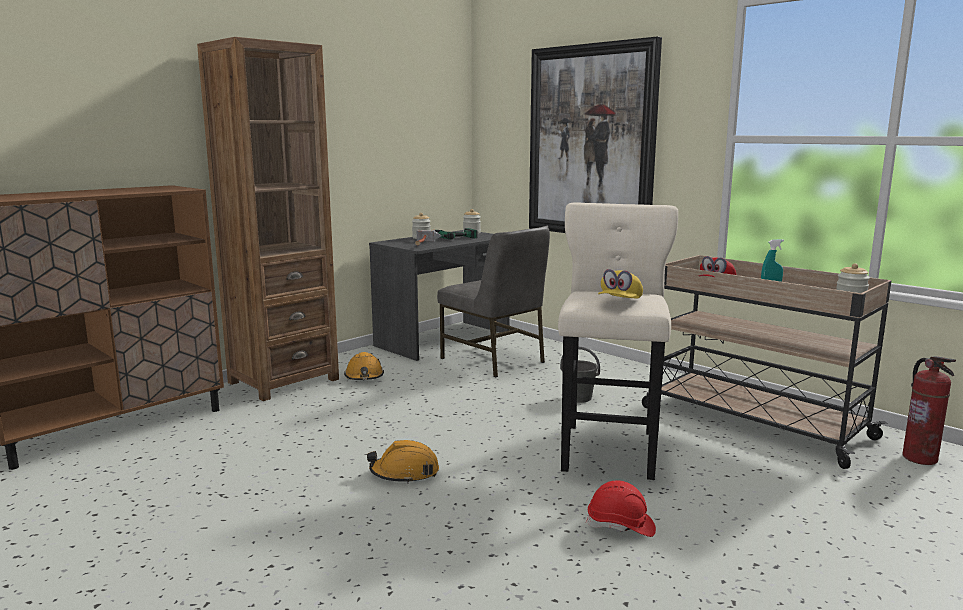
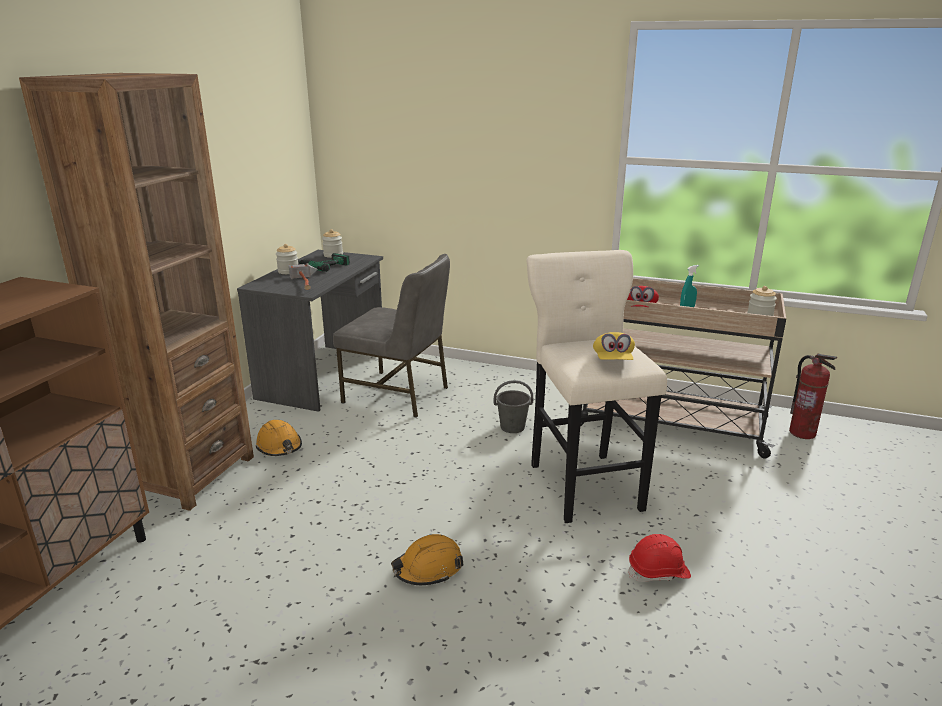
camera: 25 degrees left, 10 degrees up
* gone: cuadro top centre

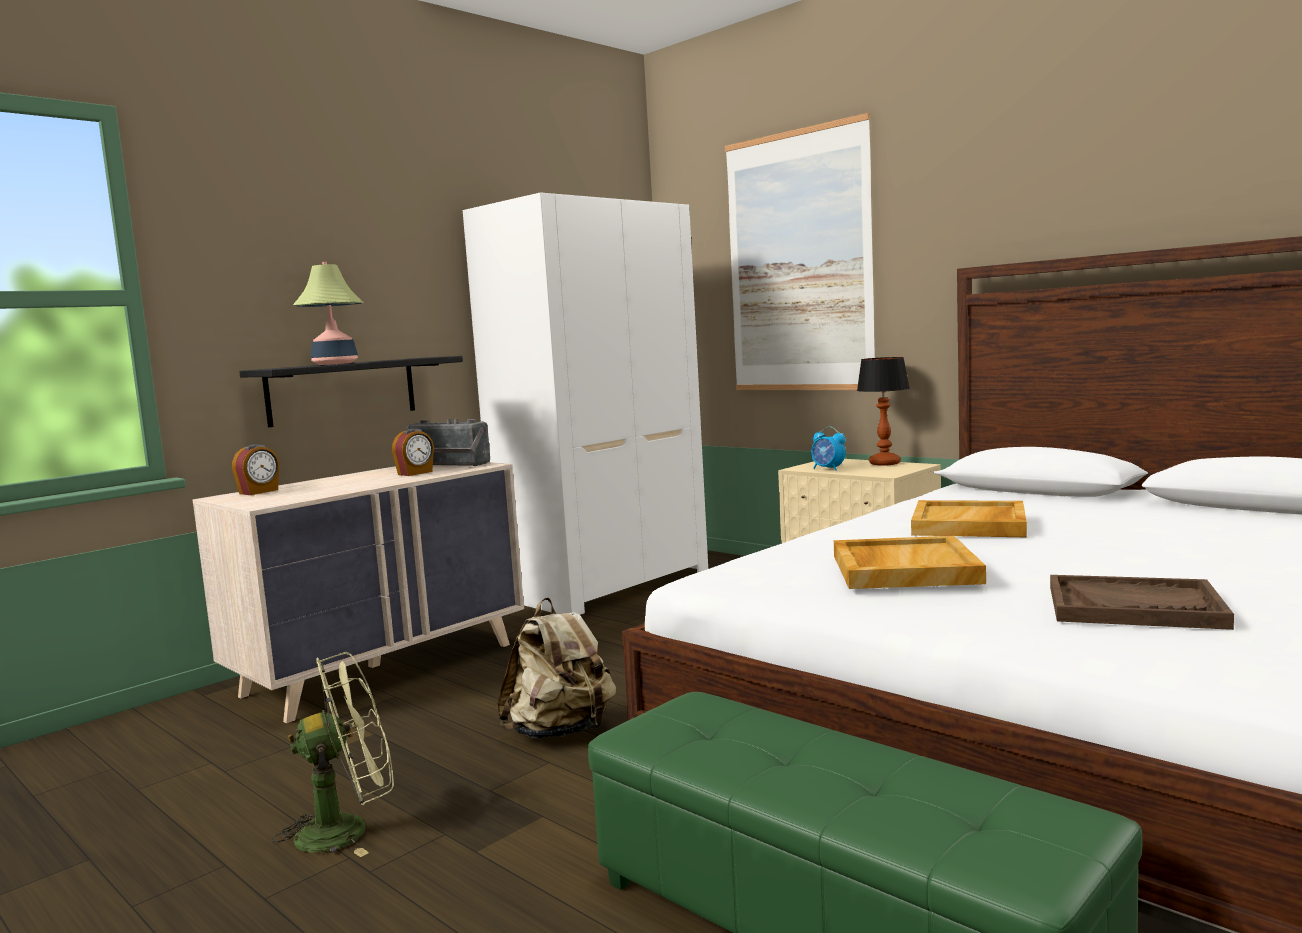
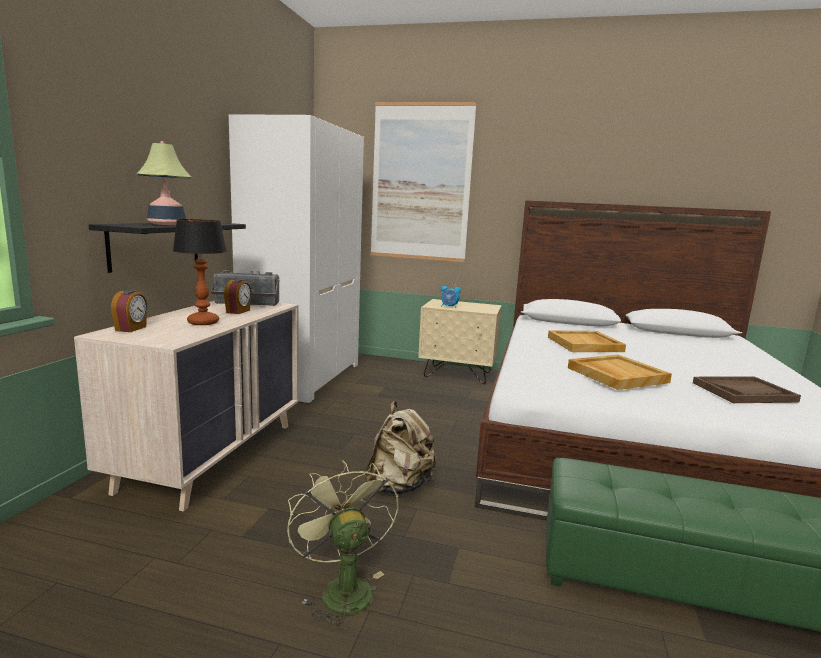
camera: 30 degrees left, 5 degrees up
* shifted: lámpara de mesa (no. 2 from left) middle right to middle left
* rotated: ventilador/verde bottom left = bottom centre 60 degrees counterclockwise

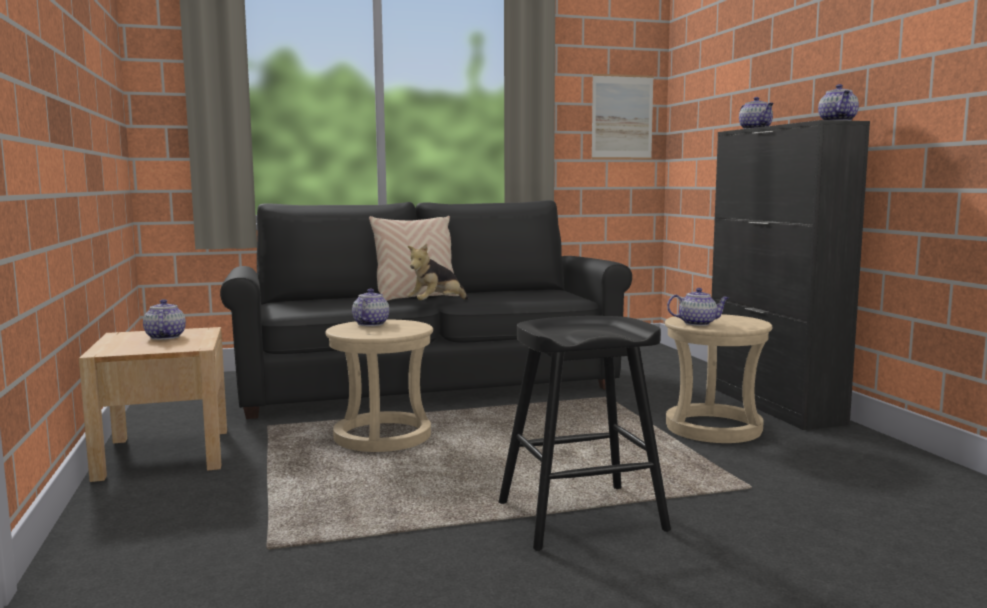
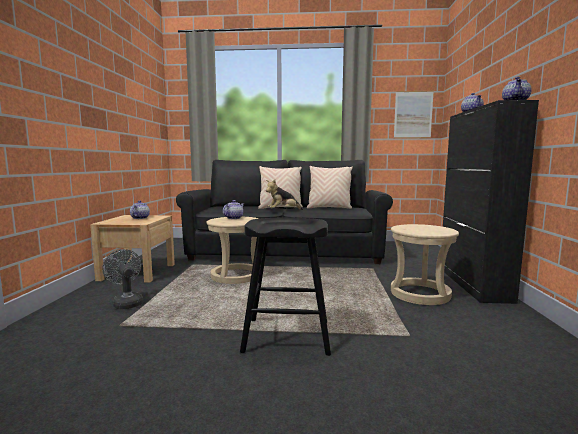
camera: 20 degrees right, 0 degrees up
* gone: tetera (no. 3 from left) middle right
* new: ventilador/gris middle left
* new: cojín/beis (no. 2 from left) centre

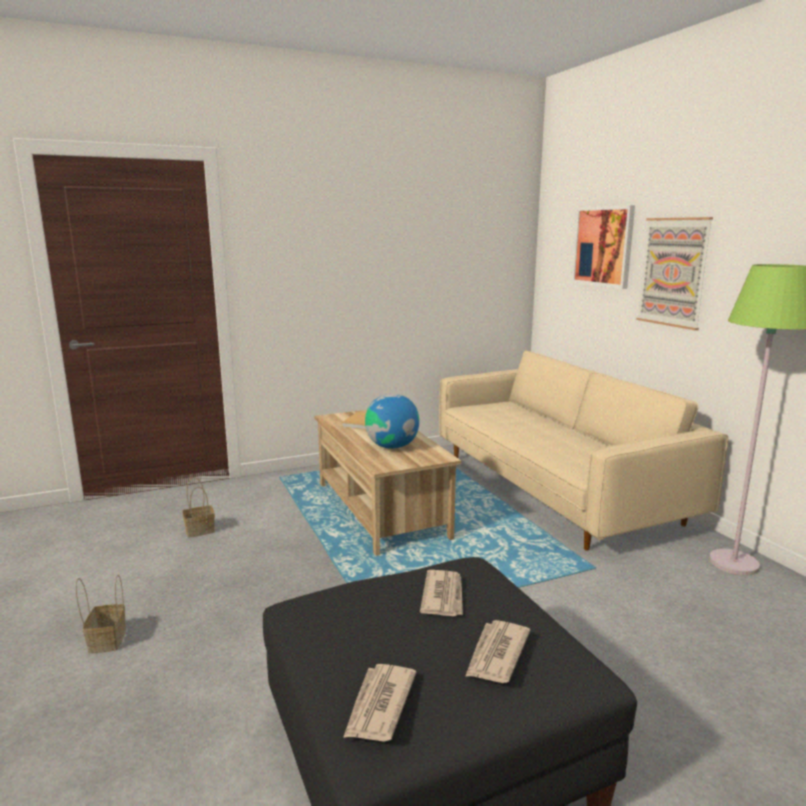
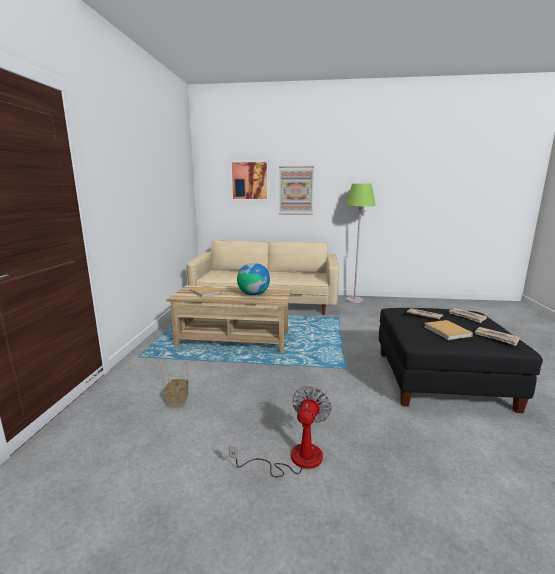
camera: 60 degrees left, 0 degrees up
* new: libro/beis (no. 2 from left) middle right
* swapped: cesta (no. 1 from left) bottom left to ventilador bottom centre

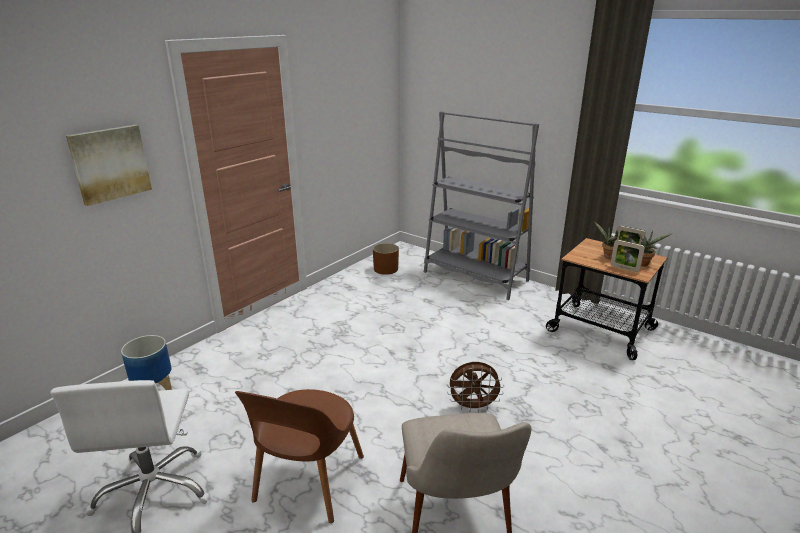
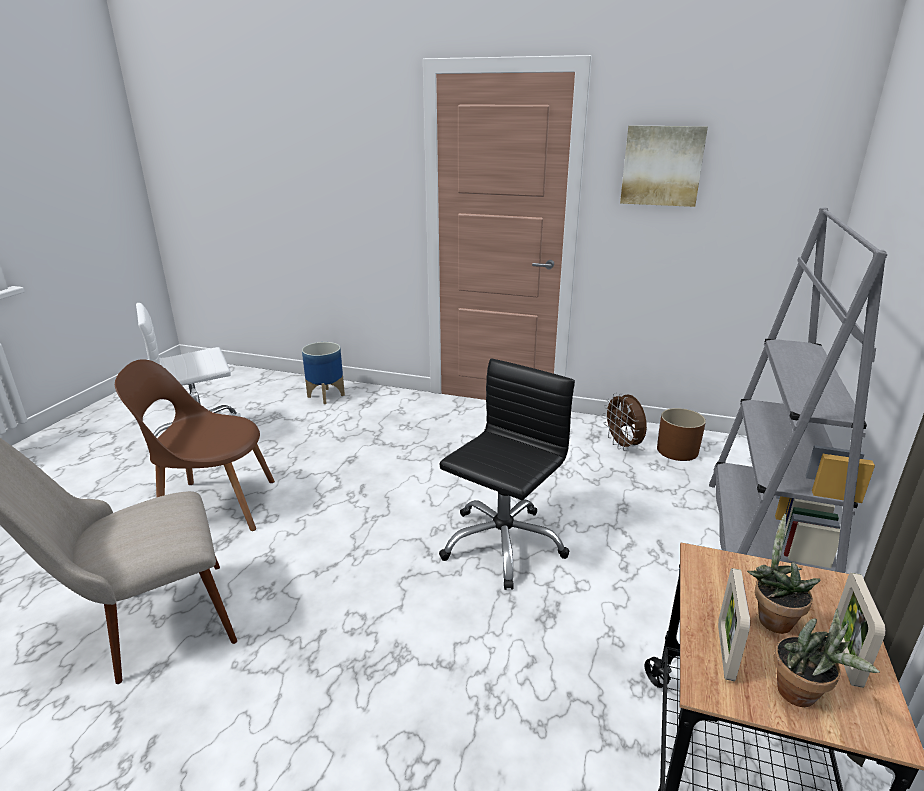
camera: 70 degrees right, 0 degrees up
* new: silla de oficina/negro centre
* shifted: cuadro top left to top right
* shifted: ventilador/marrón bottom centre to middle right

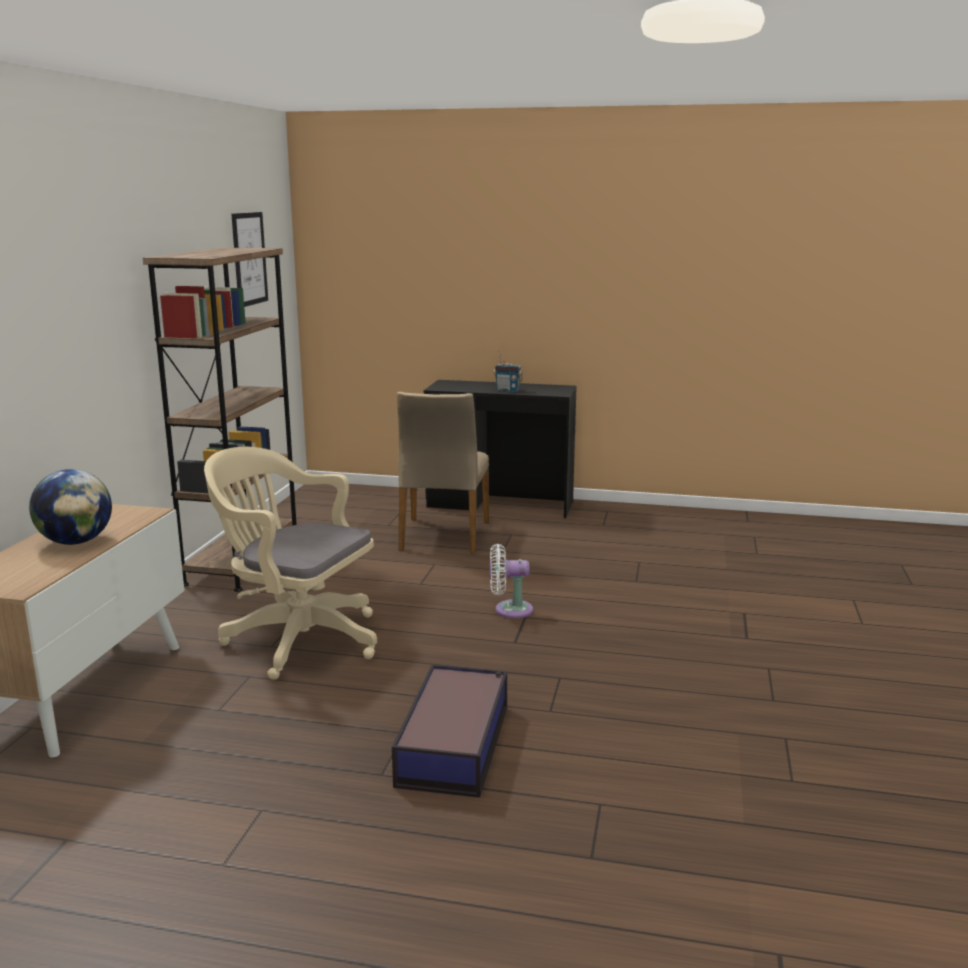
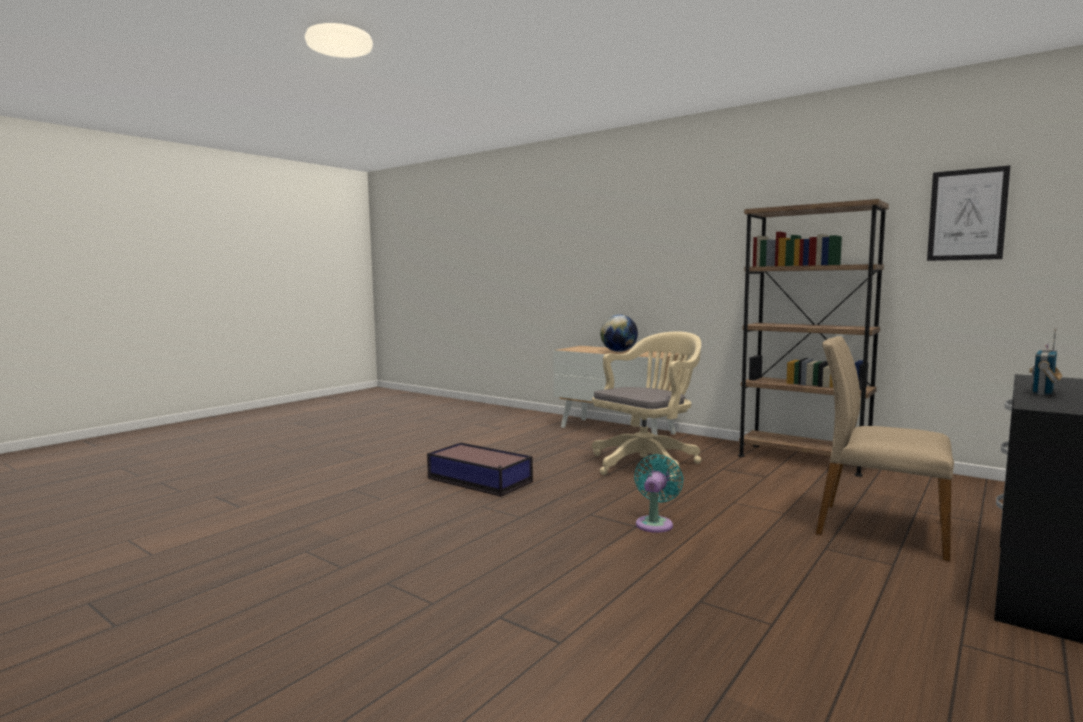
camera: 115 degrees right, 10 degrees down
* repainted: ventilador/blanco centre to ventilador/turquesa bottom centre

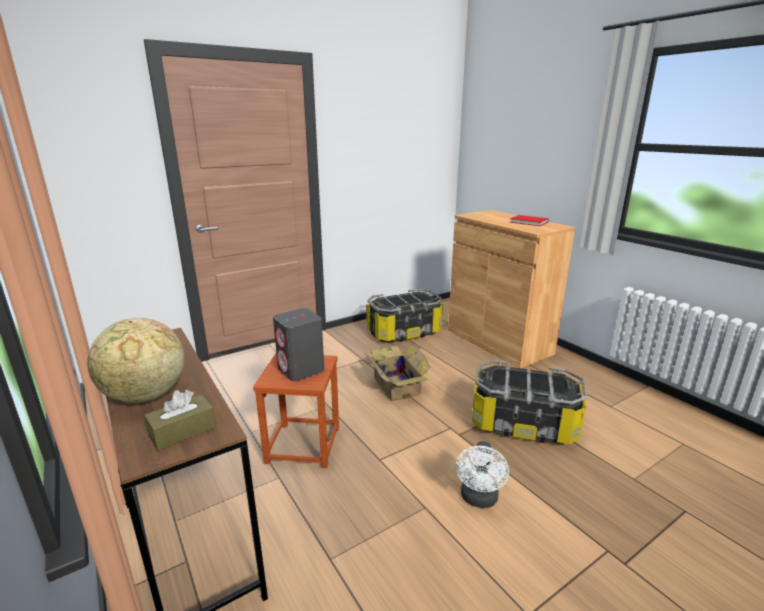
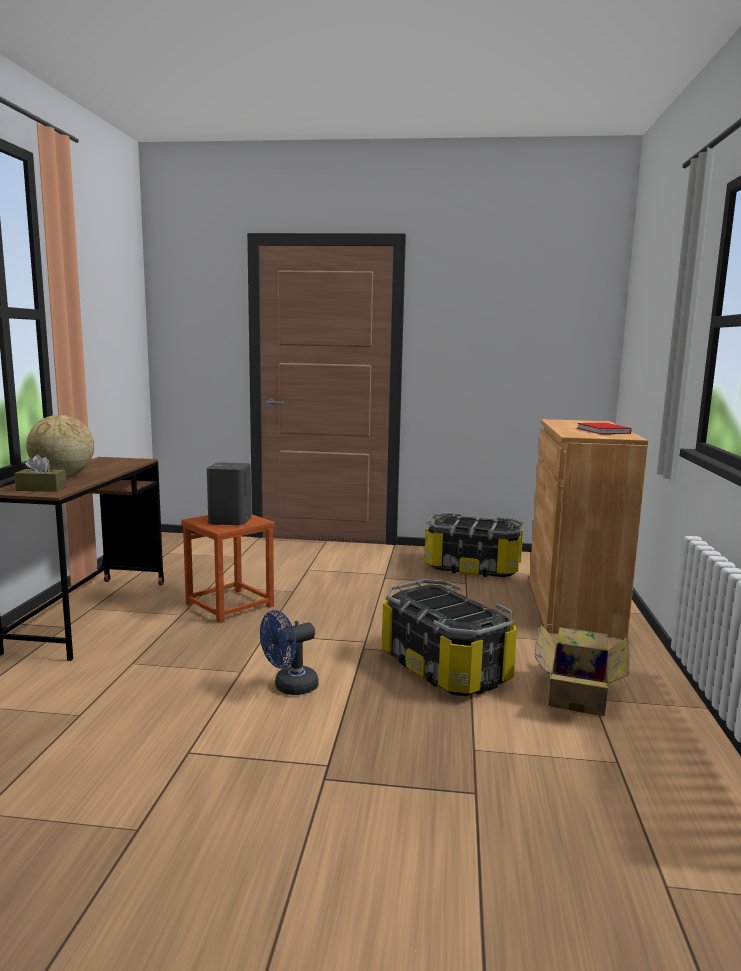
camera: 40 degrees right, 10 degrees down
* shifted: caja de cartón centre to bottom right
* repainted: ventilador/blanco bottom centre to ventilador/azul bottom centre

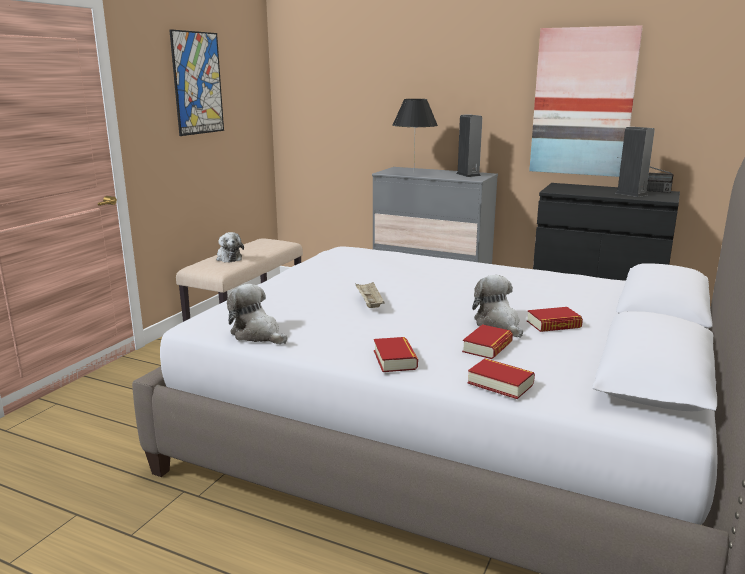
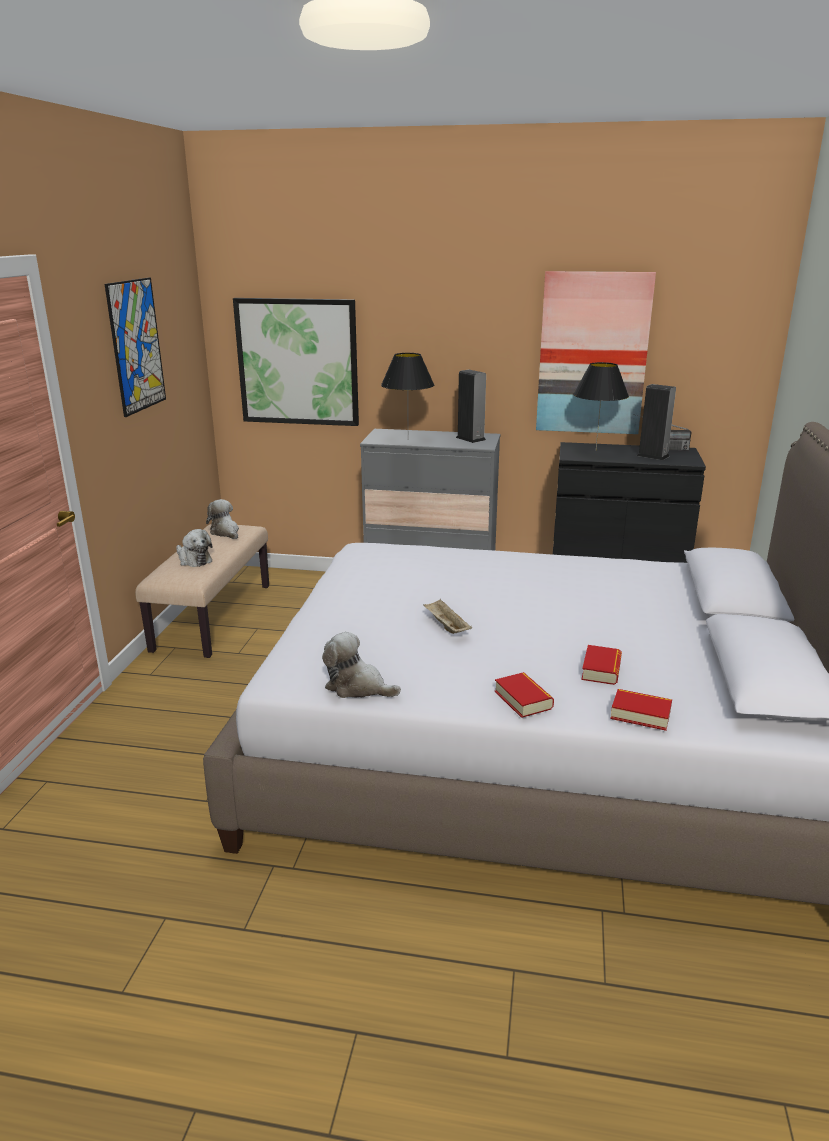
camera: 15 degrees left, 5 degrees up
* gone: libro (no. 4 from left) middle right
* new: cuadro (no. 2 from left) top centre
* new: lámpara de mesa/negro (no. 2 from left) middle right
* shifted: peluche (no. 3 from left in the first image) middle right to peluche (no. 2 from left) middle left

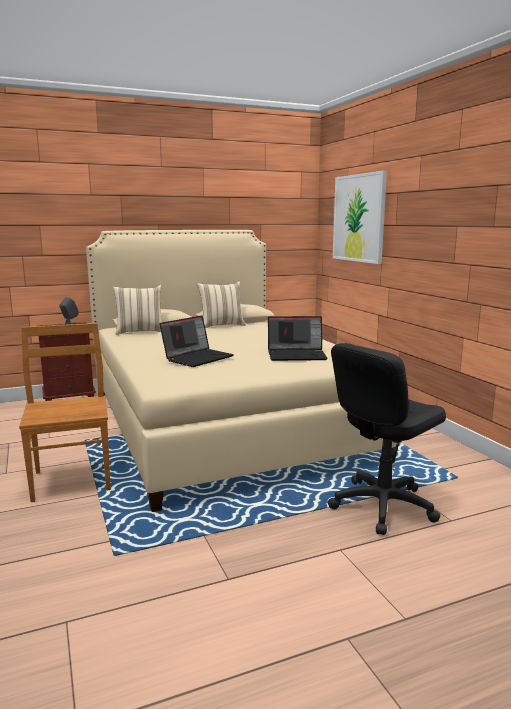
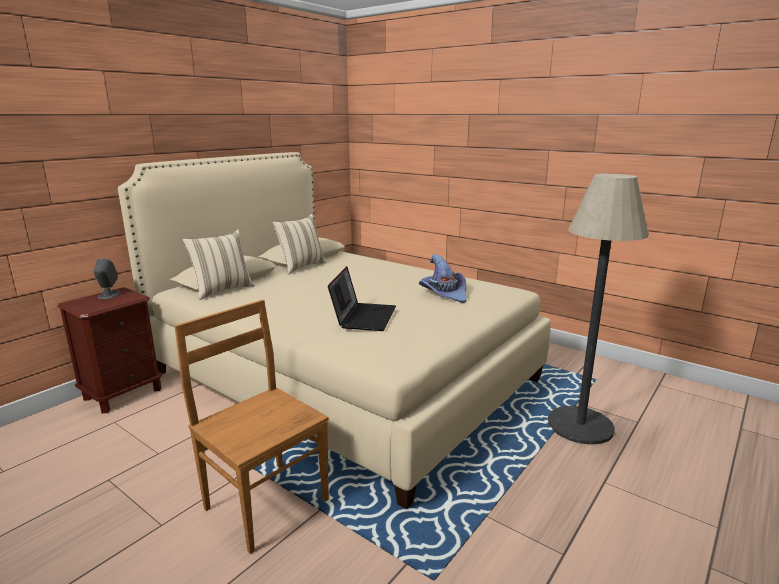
camera: 30 degrees left, 5 degrees up
* gone: cuadro top right
* swapped: portátil (no. 2 from left) centre to sombrero/morado centre
* swapped: silla de oficina/negro middle right to lámpara de pie middle right

